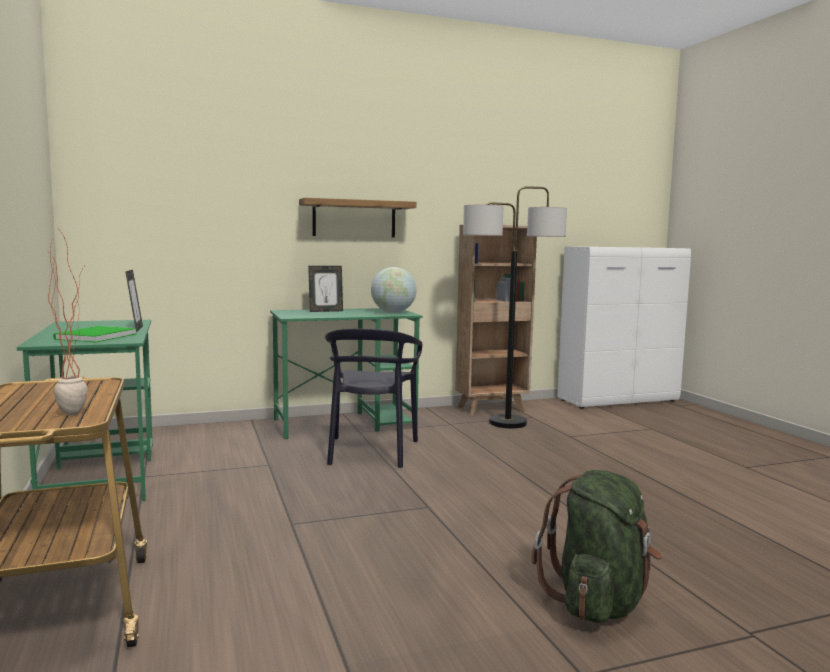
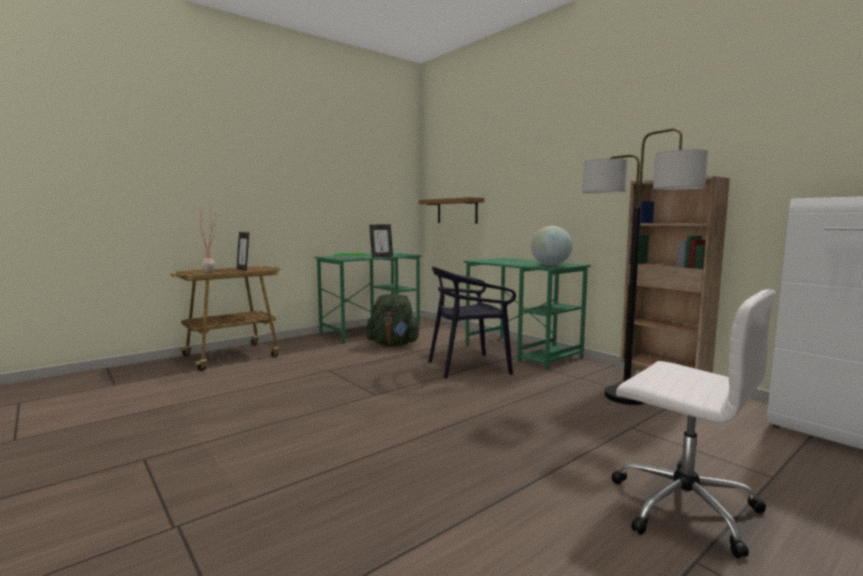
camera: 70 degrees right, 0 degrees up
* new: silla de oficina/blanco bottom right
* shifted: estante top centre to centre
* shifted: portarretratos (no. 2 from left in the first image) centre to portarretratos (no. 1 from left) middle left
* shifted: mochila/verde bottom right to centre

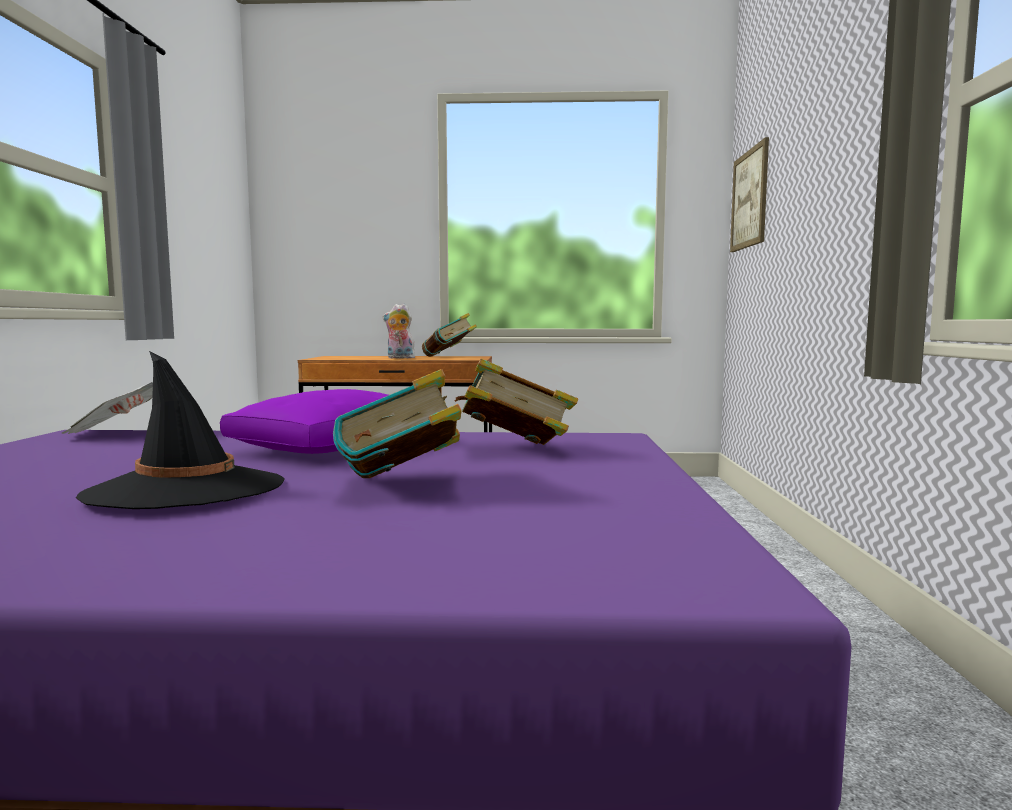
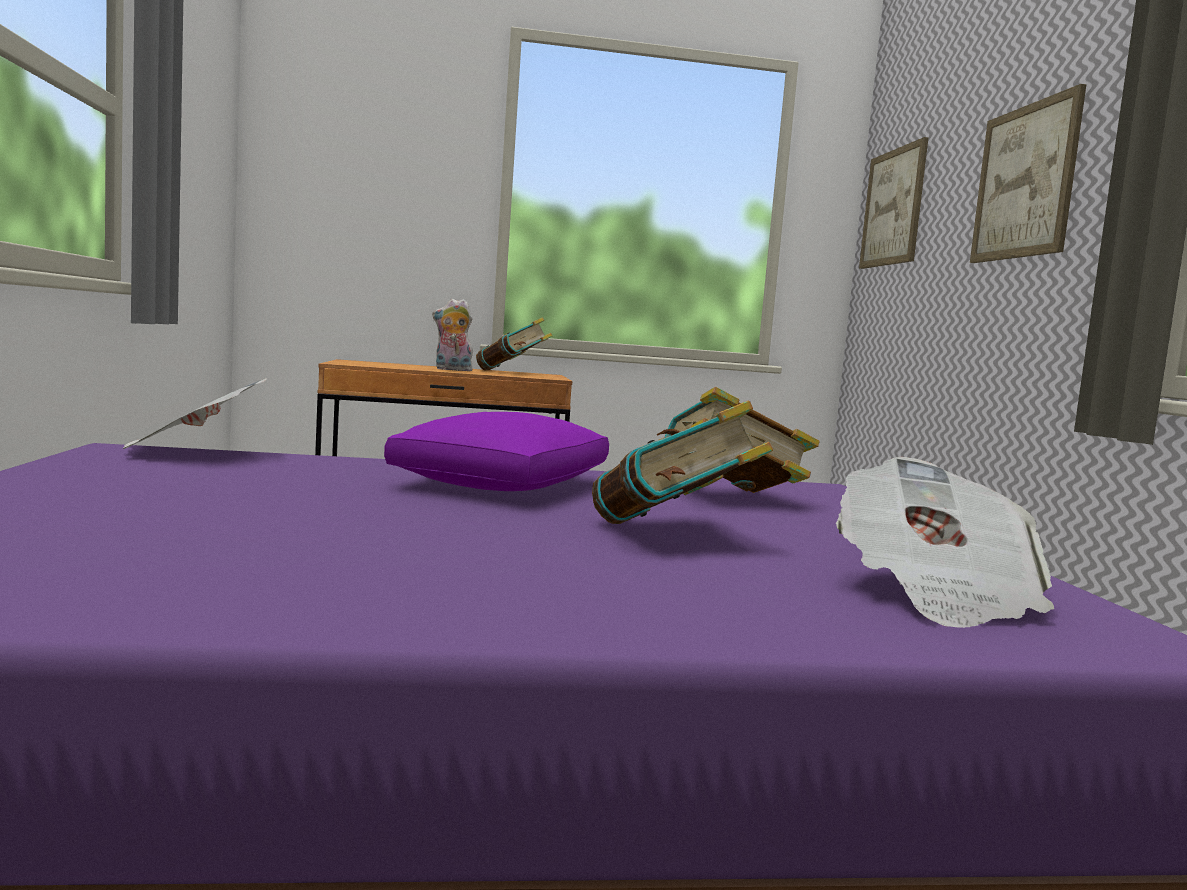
camera: 10 degrees left, 0 degrees up
* gone: sombrero/negro middle left
* new: periódico (no. 2 from left) middle right
* new: cuadro (no. 2 from left) top right

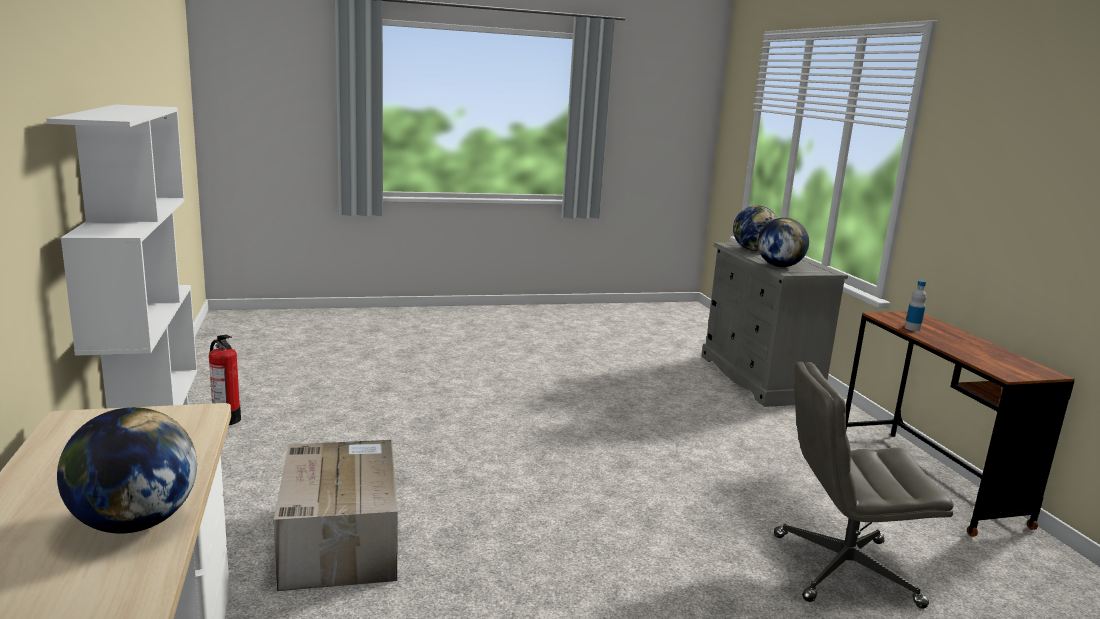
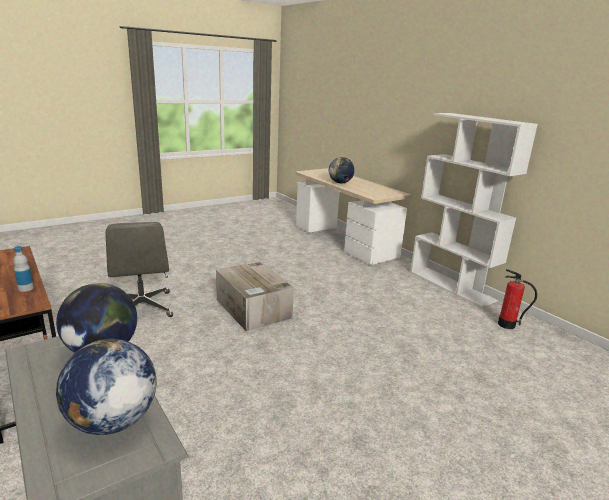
camera: 160 degrees right, 5 degrees up
* shifted: caja de cartón bottom left to centre
* rotated: silla de oficina/gris bottom right = middle left 90 degrees clockwise

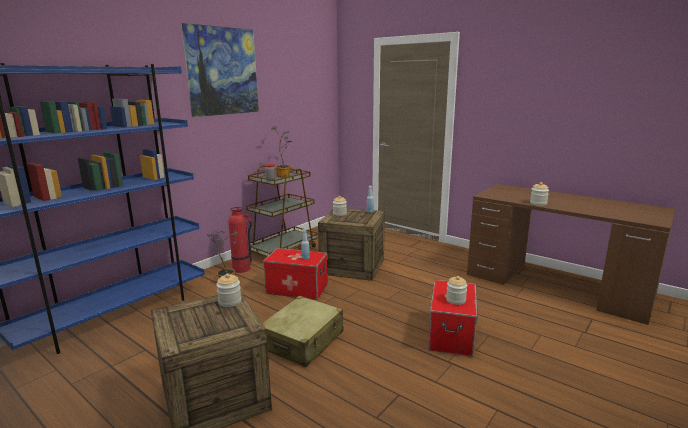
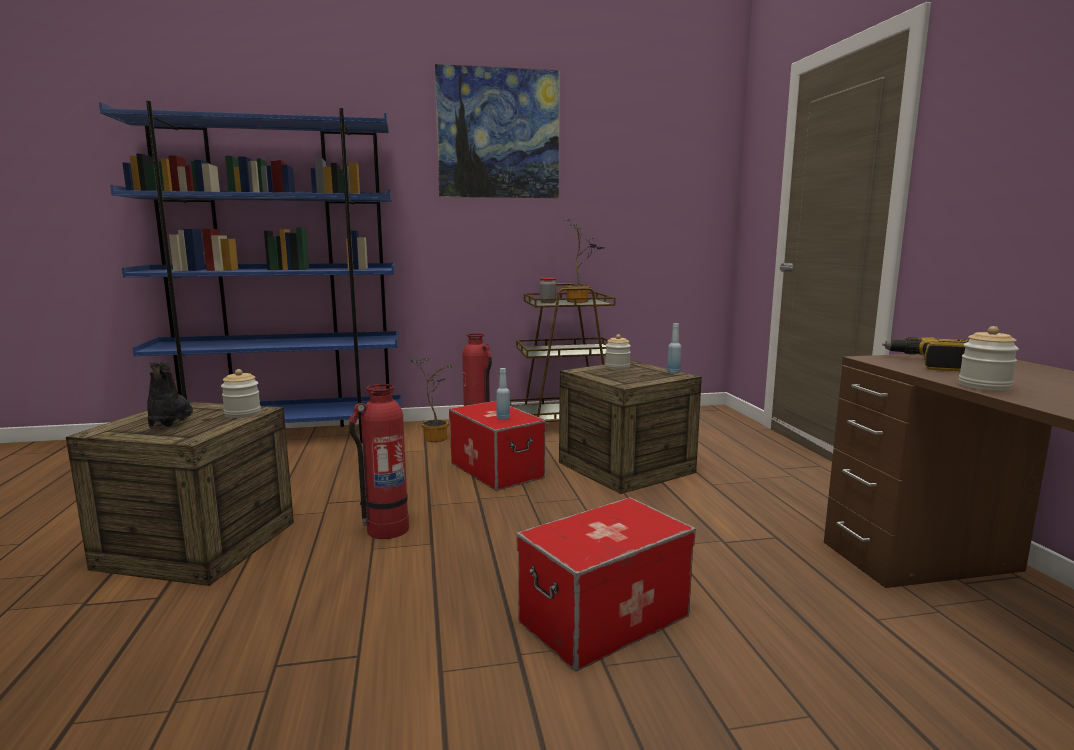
camera: 40 degrees right, 5 degrees down
* gone: tarro (no. 4 from left) bottom centre
* new: bota middle left
* new: taladro middle right
* swapped: maleta/beis bottom centre to extintor (no. 1 from left) centre

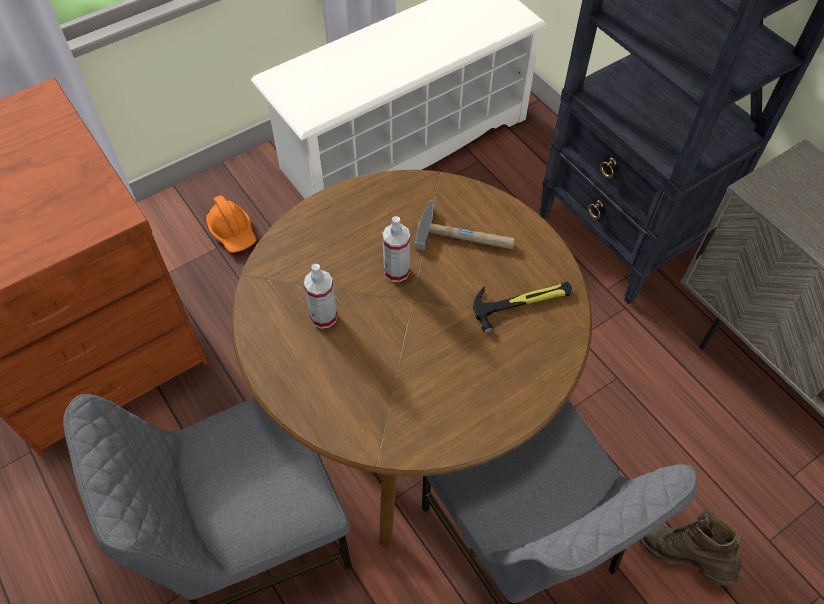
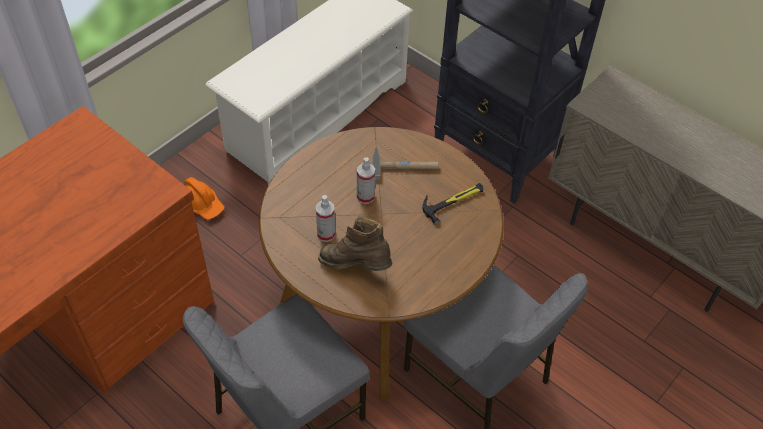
camera: 15 degrees left, 5 degrees down
* shifted: bota/marrón bottom right to centre

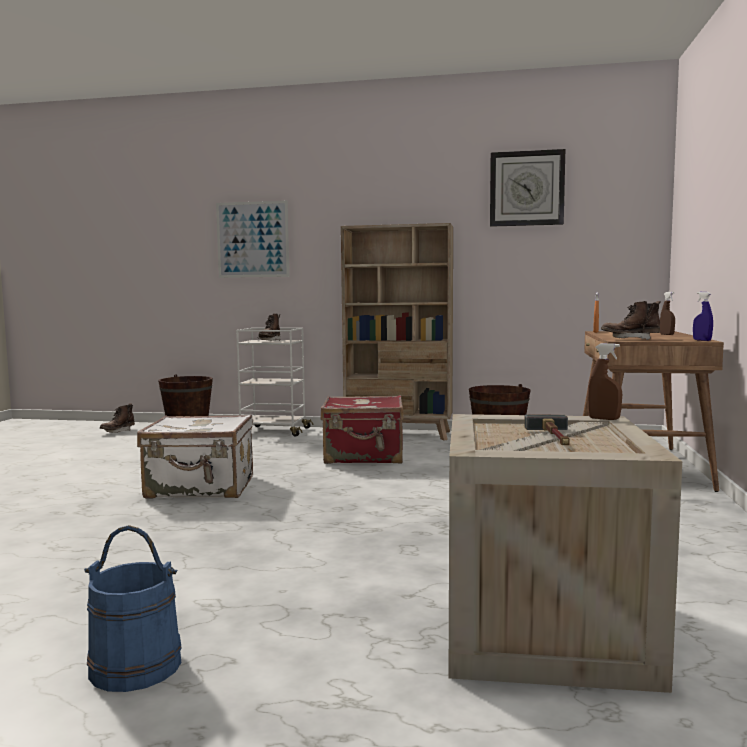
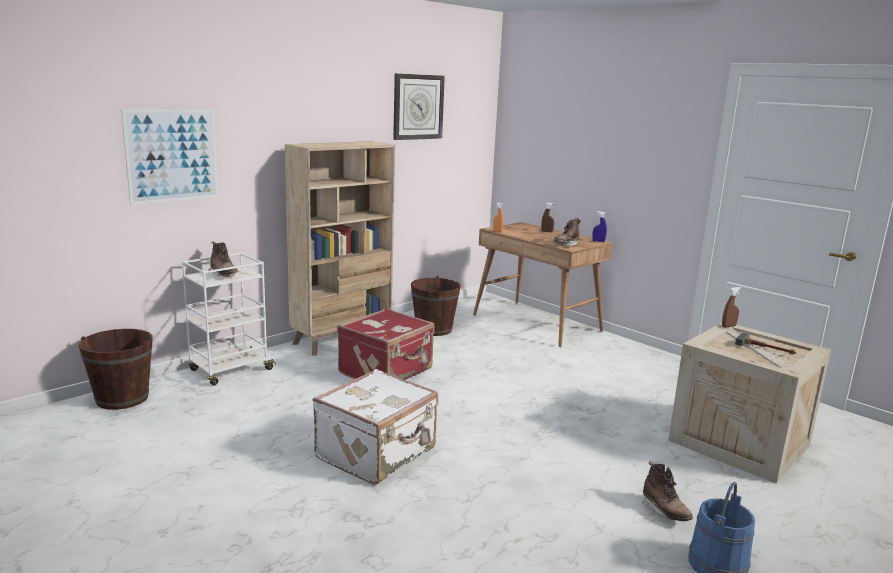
camera: 55 degrees left, 10 degrees up
* shifted: bota/marrón (no. 1 from left in the first image) middle left to bota/marrón (no. 3 from left) bottom right

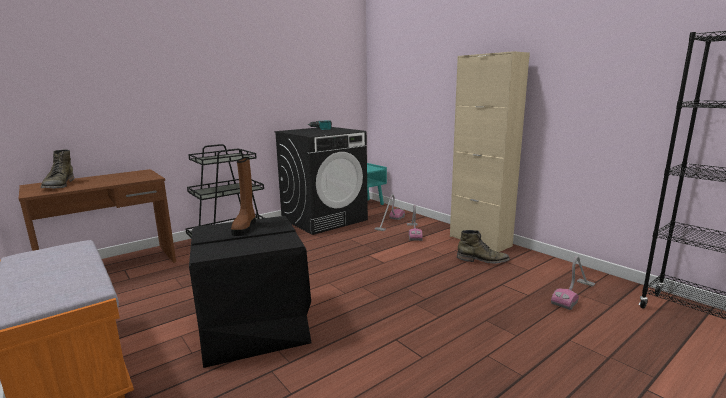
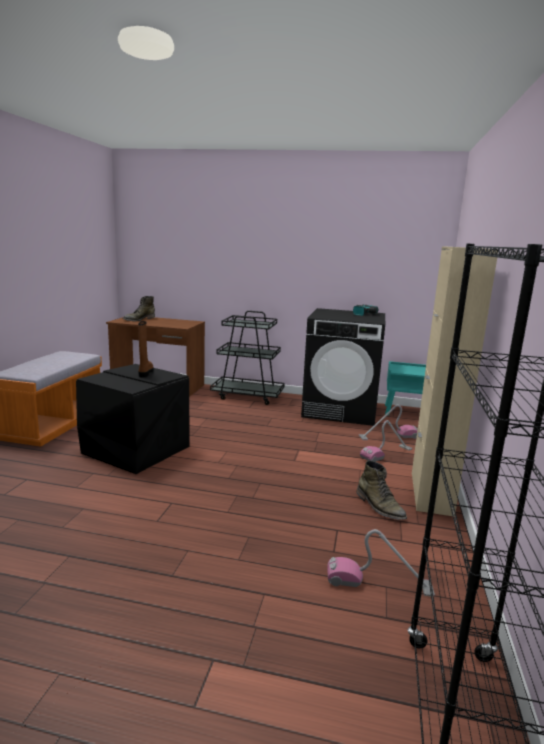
camera: 50 degrees right, 0 degrees up
* rotated: bota/marrón centre = middle left 120 degrees clockwise

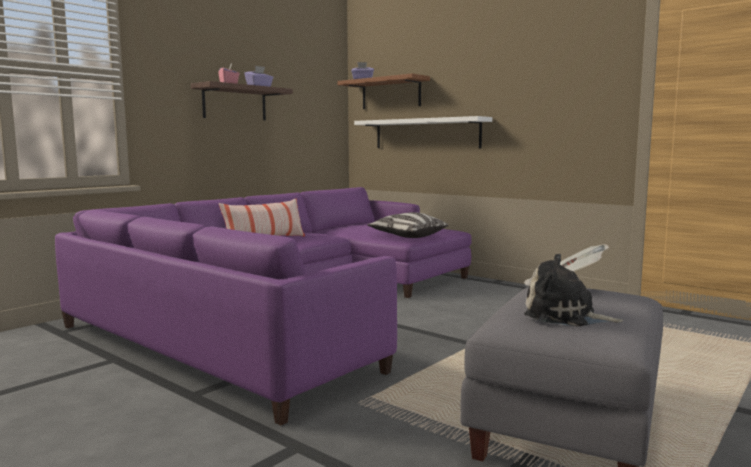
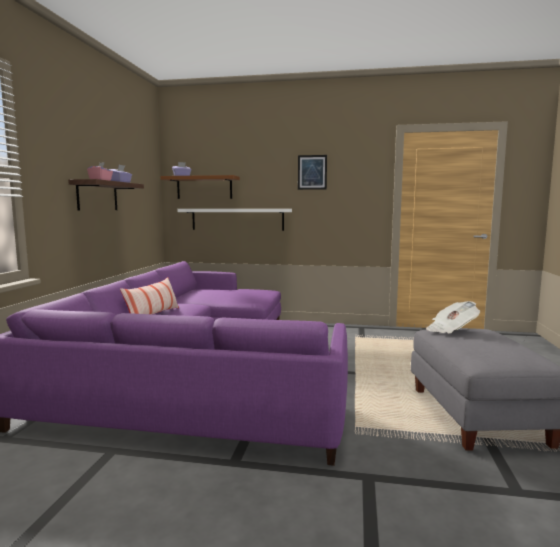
camera: 30 degrees left, 0 degrees up
* gone: cojín (no. 2 from left) centre
* gone: peluche middle right
* new: cuadro top centre

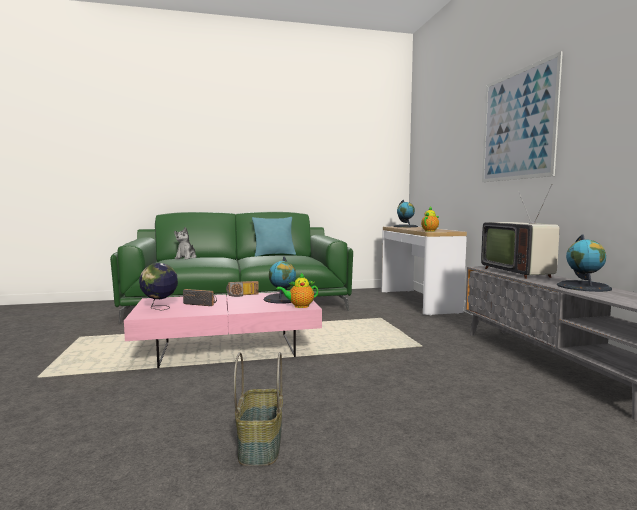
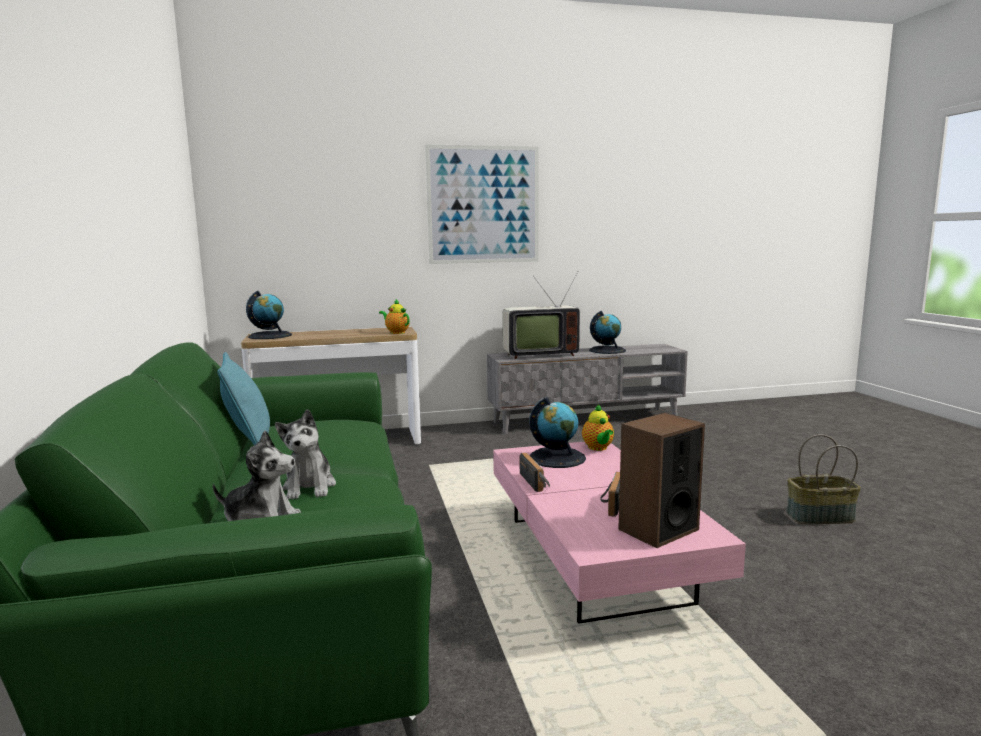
camera: 90 degrees left, 5 degrees up
* new: peluche (no. 2 from left) middle left
* swapped: globo terráqueo (no. 1 from left) middle left to altavoz middle right

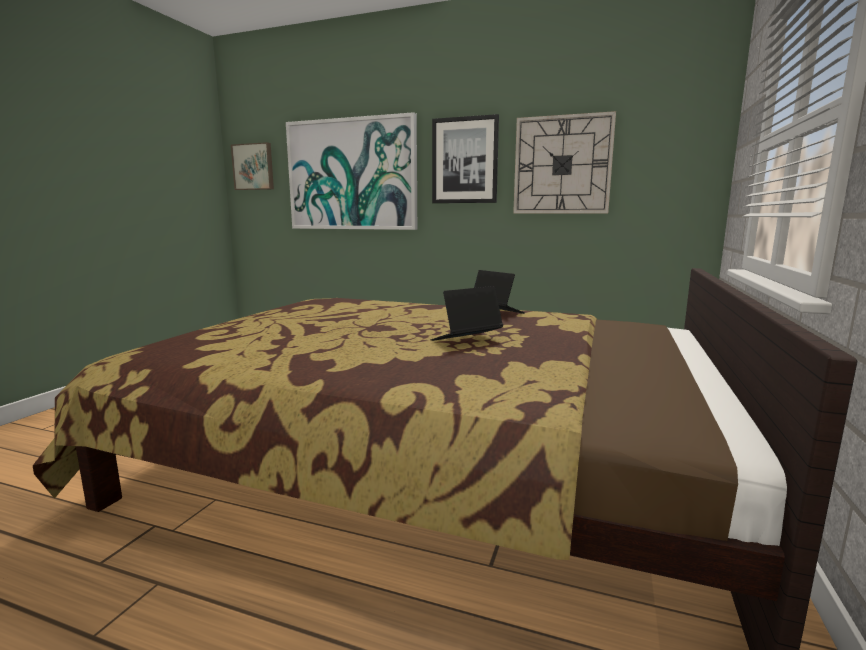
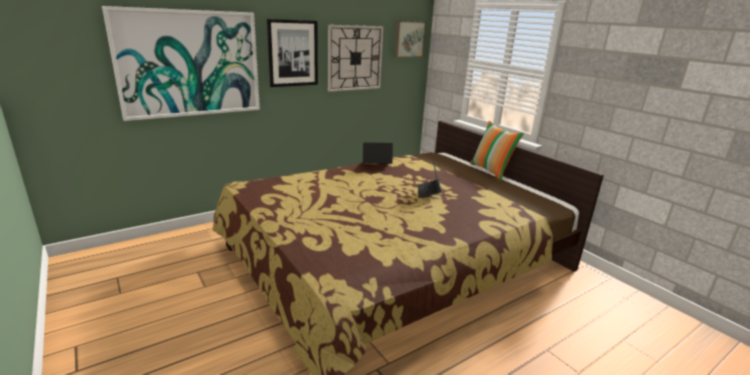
camera: 55 degrees left, 10 degrees up
* new: cojín centre
* shifted: cuadro (no. 1 from left in the first image) top left to cuadro (no. 3 from left) top centre

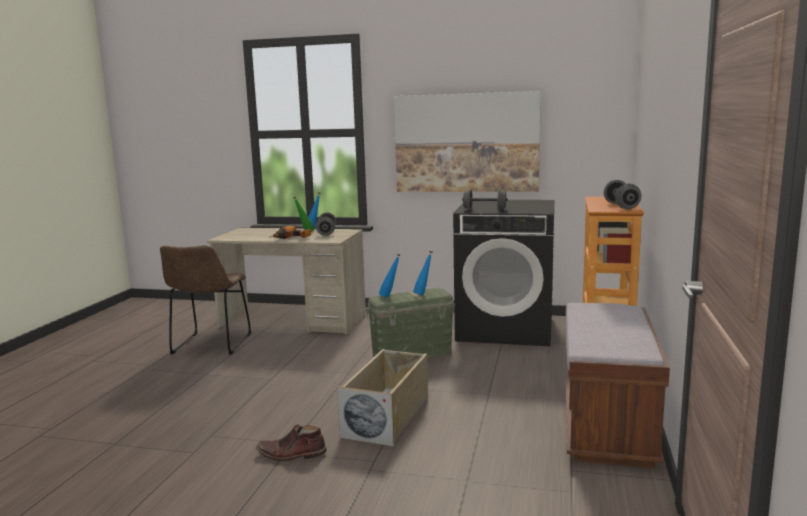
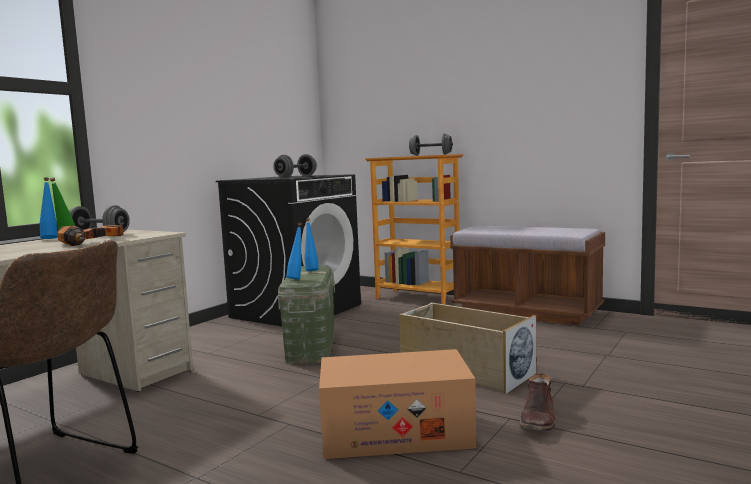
camera: 70 degrees left, 5 degrees down
* gone: cuadro top centre
* new: caja de cartón bottom centre

